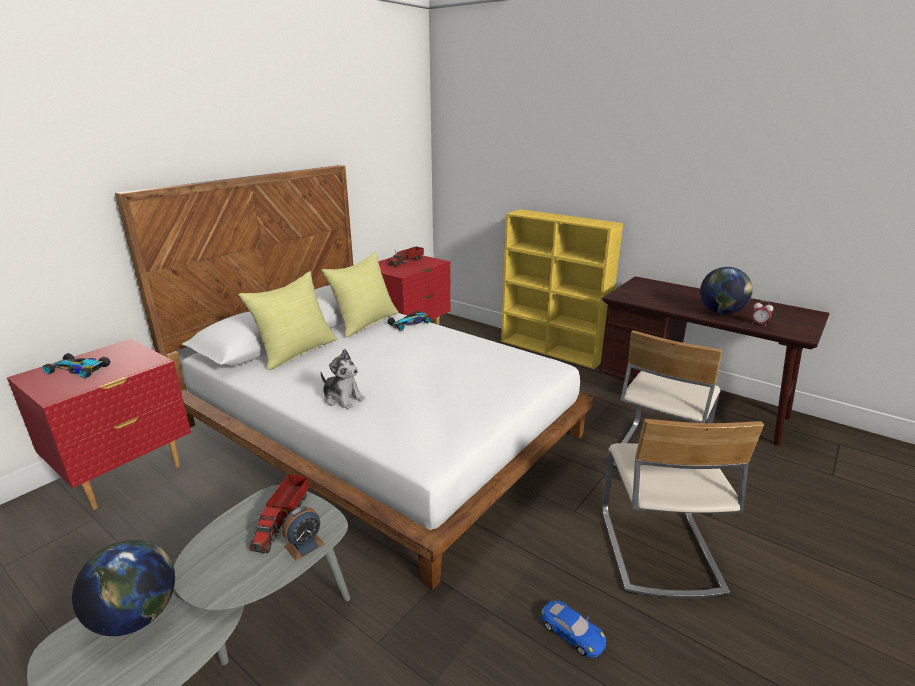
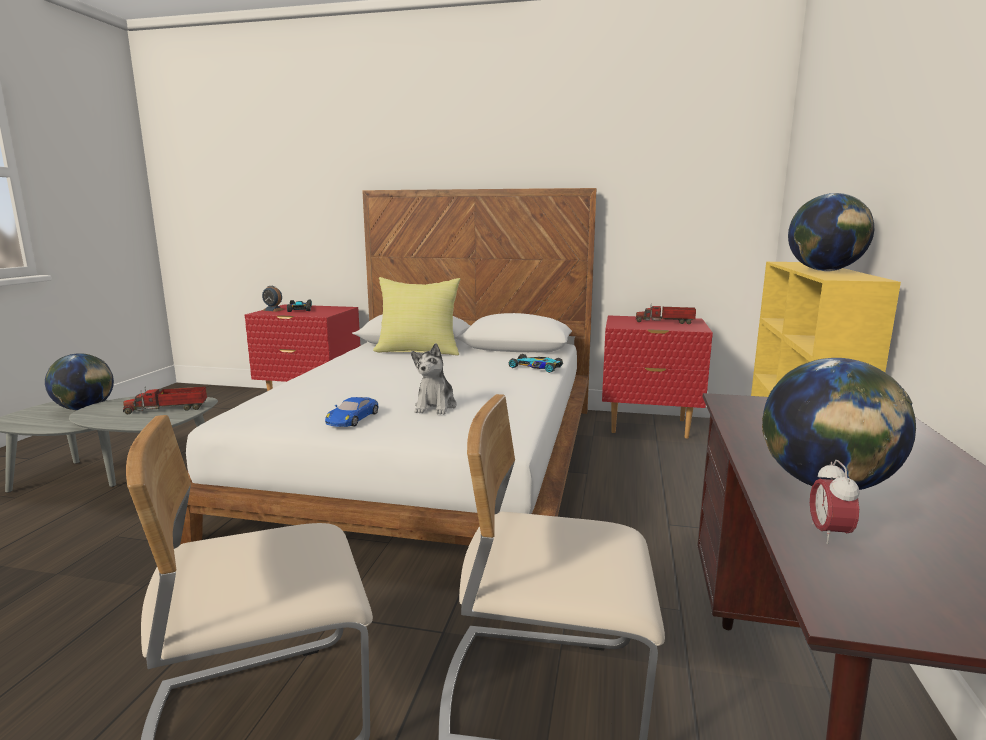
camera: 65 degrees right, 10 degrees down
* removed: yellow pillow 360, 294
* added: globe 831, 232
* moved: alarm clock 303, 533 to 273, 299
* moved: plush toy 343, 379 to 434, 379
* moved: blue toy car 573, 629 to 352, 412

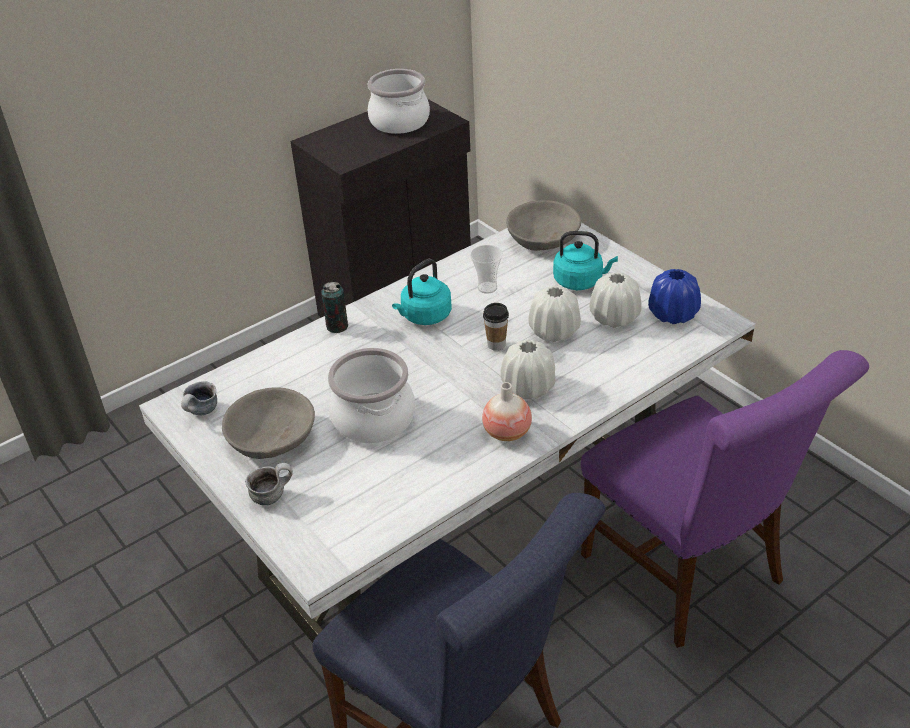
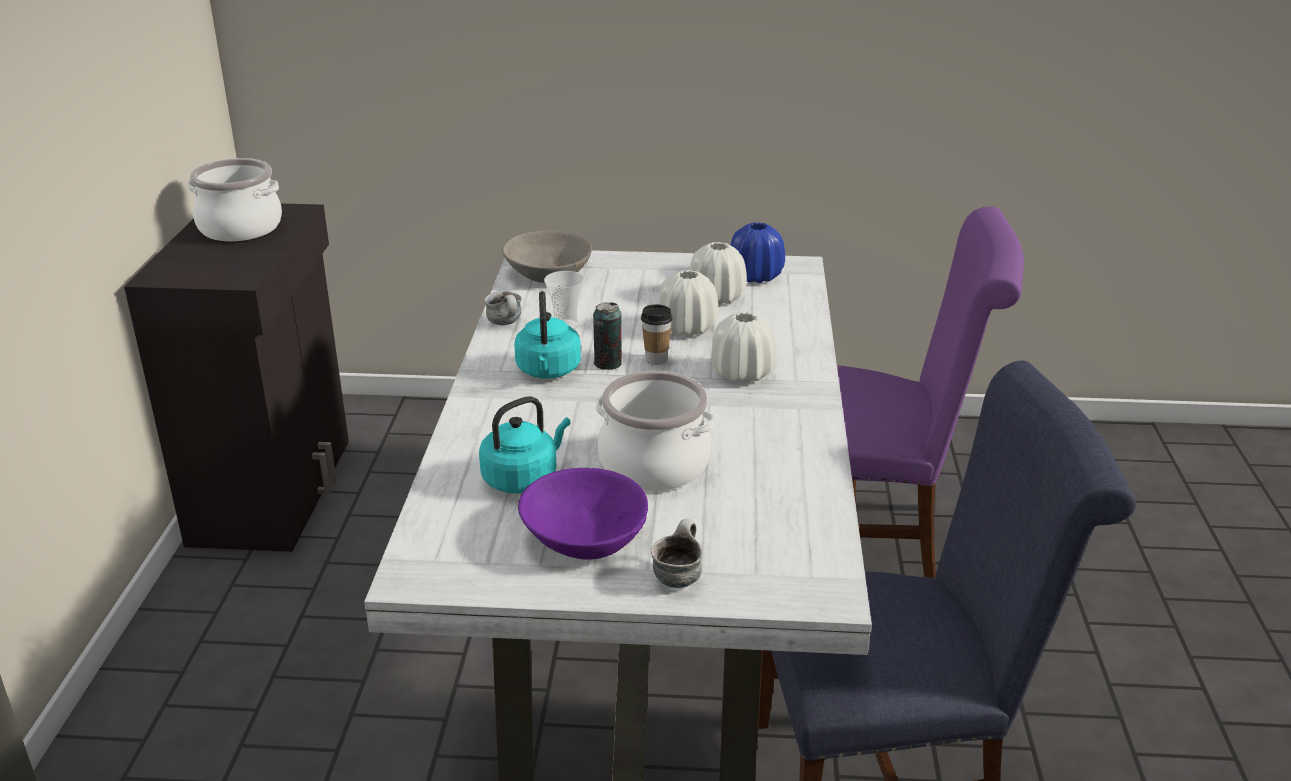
camera: 50 degrees left, 10 degrees down
* removed: vase 507, 411
* moved: mug 199, 398 to 502, 308
* moved: can 334, 307 to 607, 336
* moved: turquoise kettle 585, 260 to 525, 444
* recoloured: grey bowl 268, 423 to purple bowl 583, 514

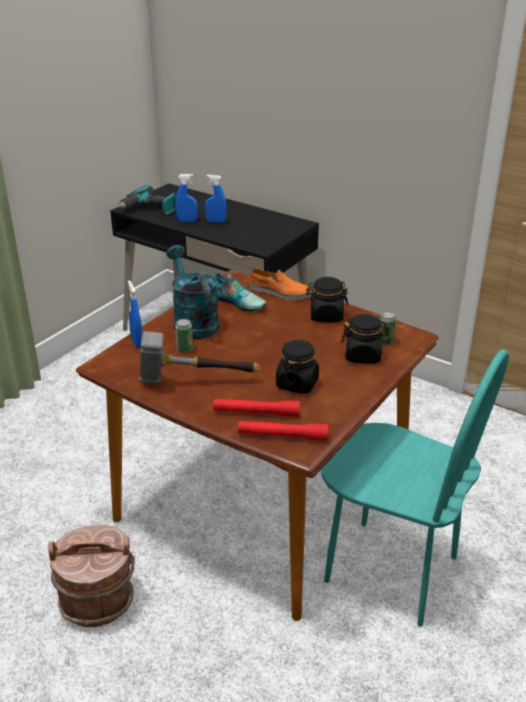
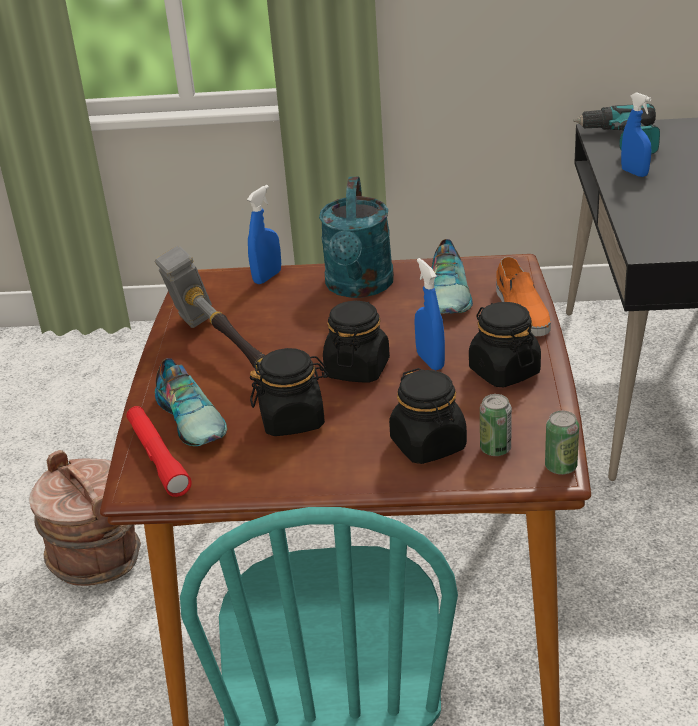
camera: 60 degrees right, 0 degrees up
* added: black jar 356, 342
* moved: can 184, 336 to 562, 443
* moved: blue spray bottle 216, 199 to 429, 314
* replaced: red flashlight 257, 408 to shoe 191, 402
* turned: turquoise watering can 192, 292 = 356, 237 150 degrees clockwise

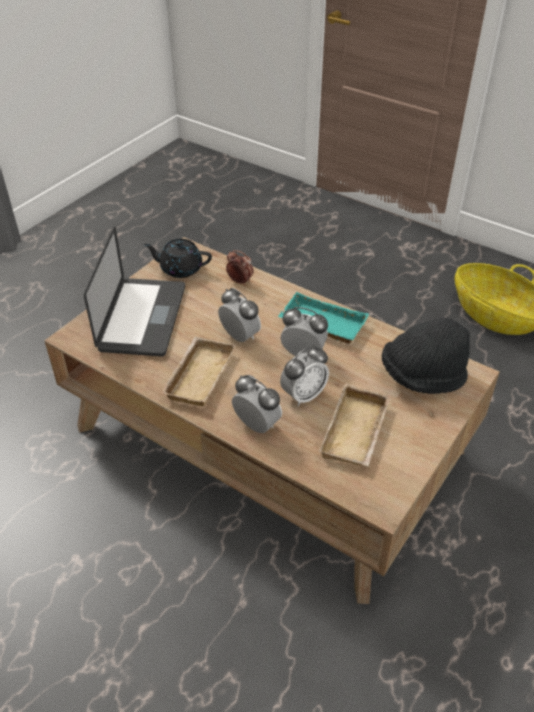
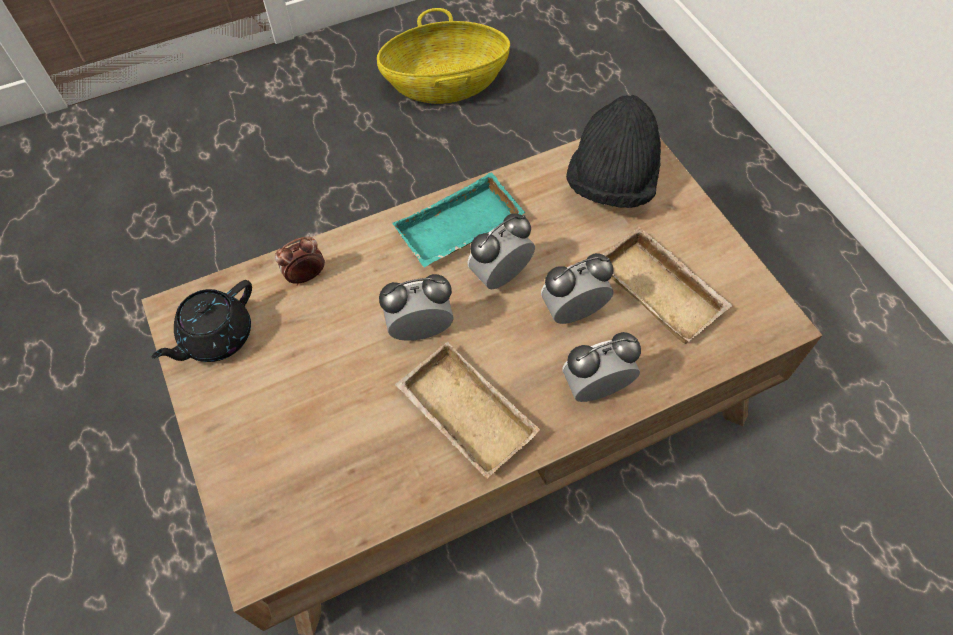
camera: 60 degrees left, 15 degrees up
* removed: laptop 134, 291
* turned: alarm clock 304, 376 = 577, 288 105 degrees counterclockwise

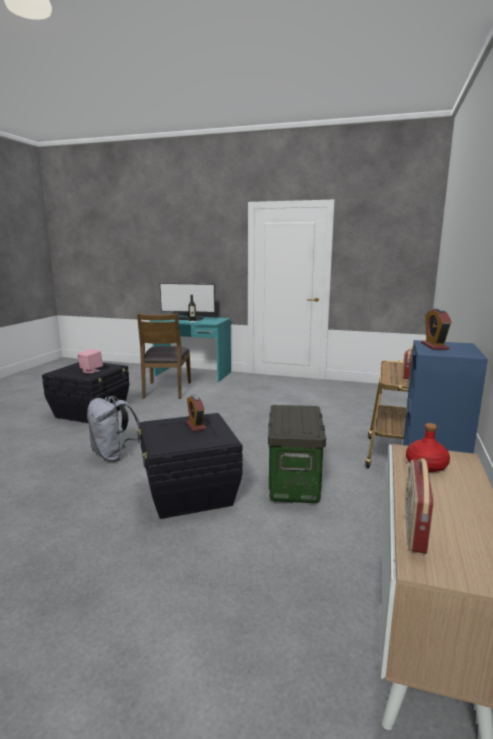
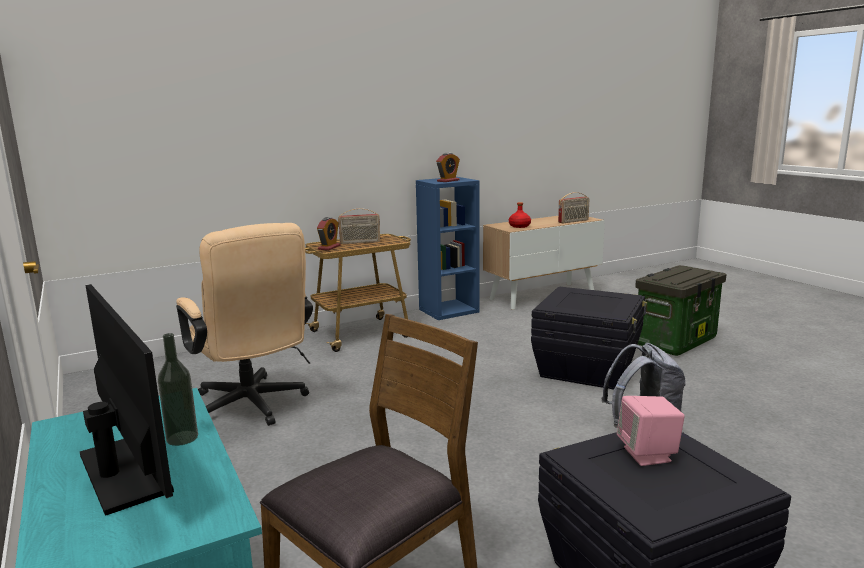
camera: 135 degrees left, 0 degrees up
* added: beige office chair 244, 324
* moved: alarm clock 196, 413 to 329, 233
* moved: storage box 297, 454 to 680, 310

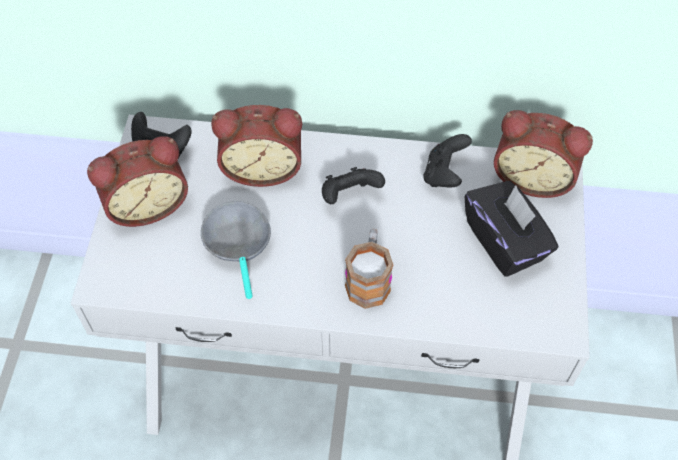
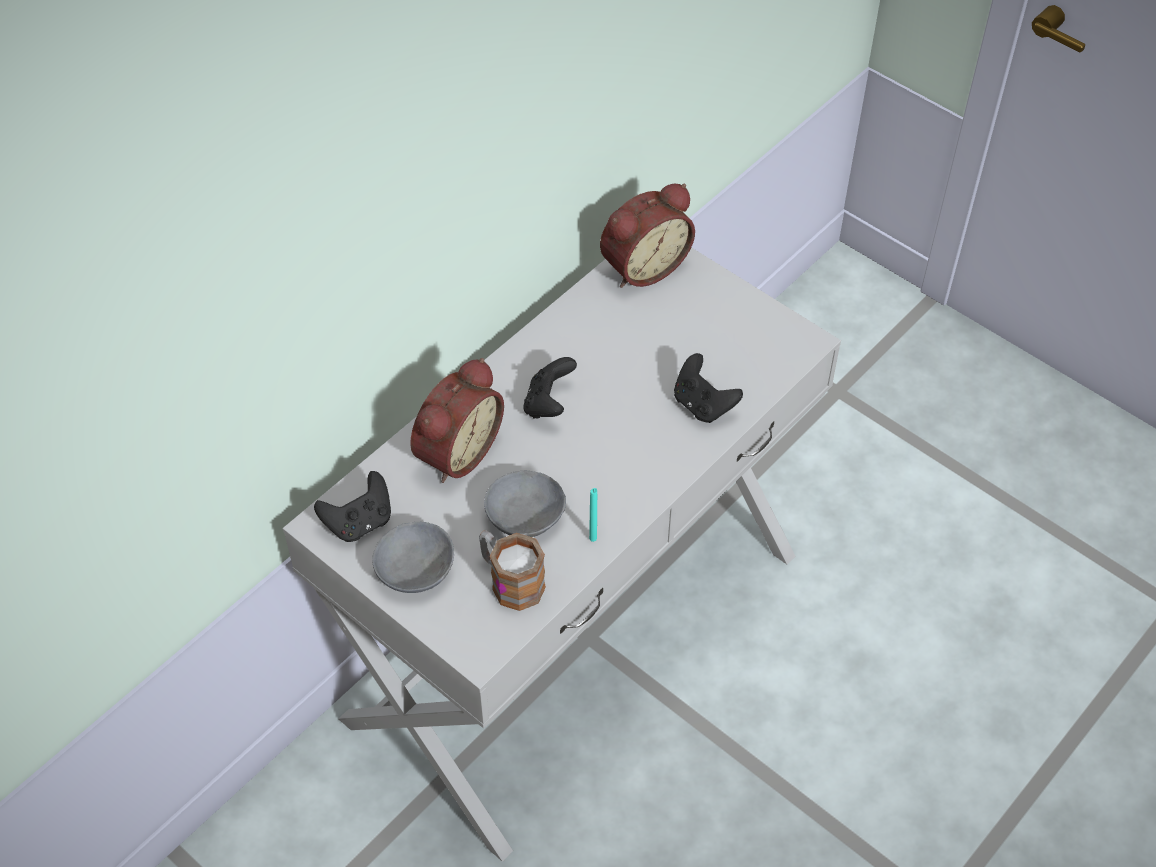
camera: 55 degrees left, 5 degrees down
* removed: black tissue box 511, 229
* moved: mug 369, 269 to 512, 570
* moved: black game controller 447, 161 to 708, 388
* replaced: alarm clock 137, 181 to grey bowl 413, 557

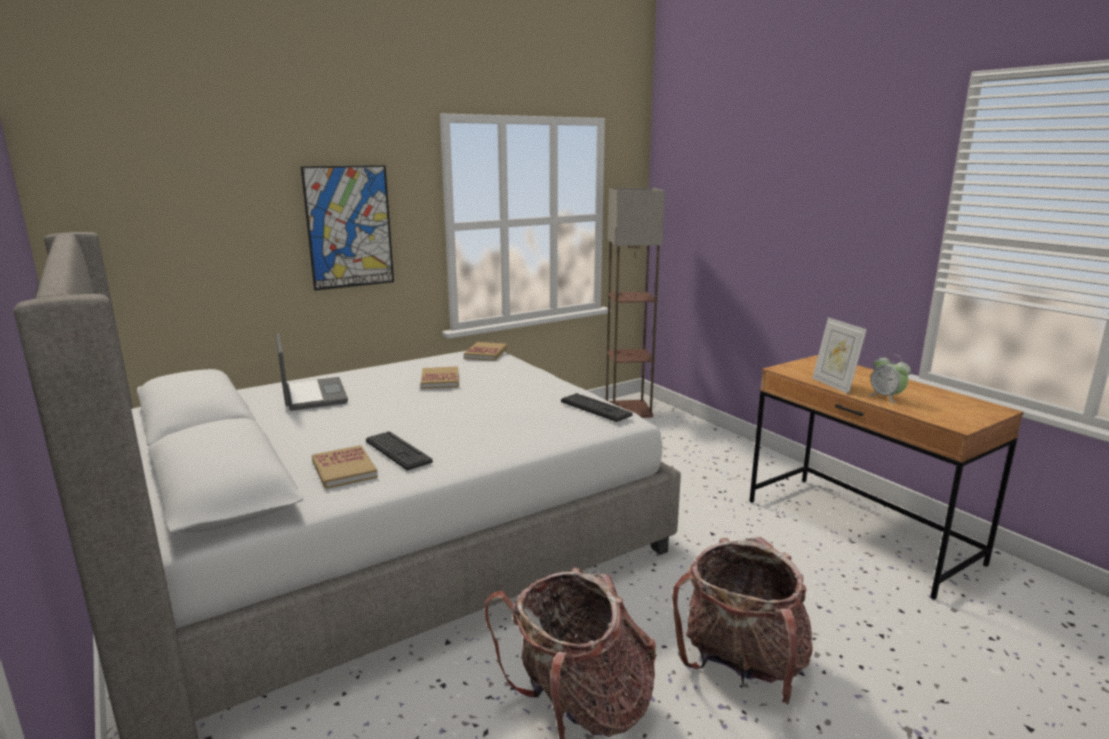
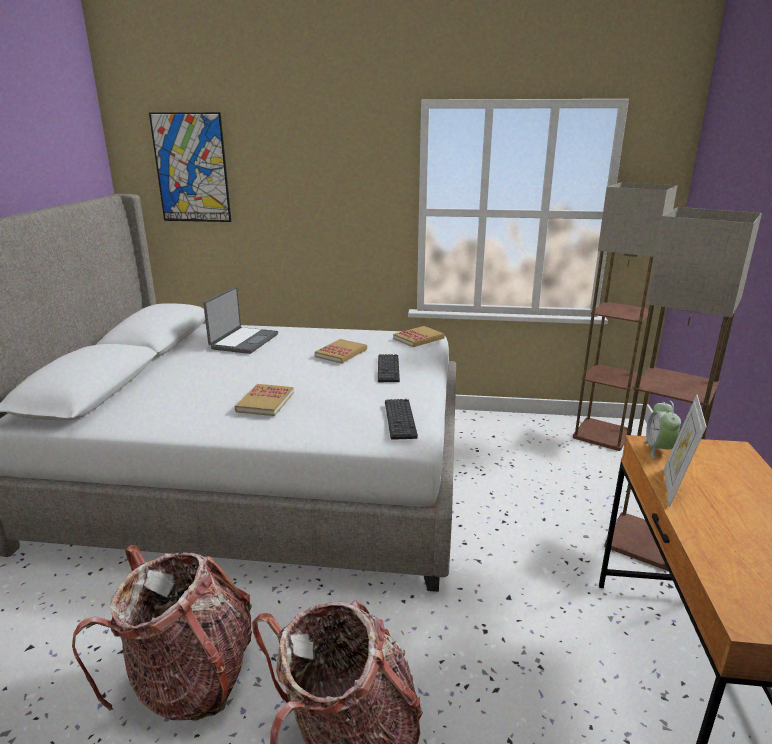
camera: 40 degrees right, 5 degrees up
* added: floor lamp 683, 389
* moved: picture 347, 228 to 190, 167
* moved: book 345, 467 to 264, 400
* moved: keyboard 399, 450 to 389, 368
* moved: alarm clock 889, 379 to 662, 430

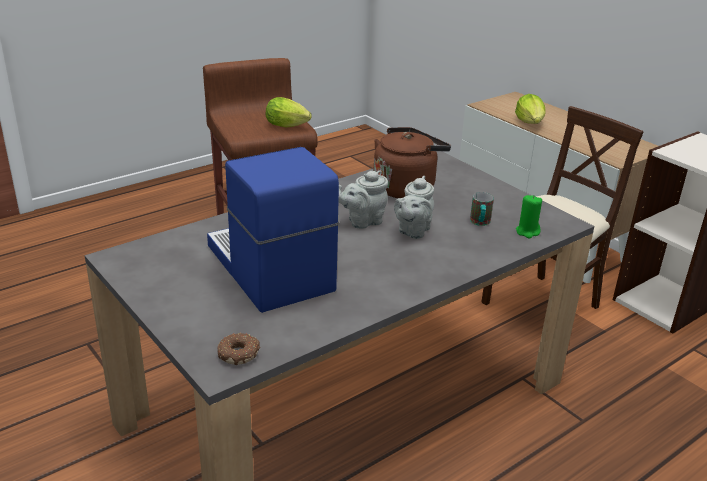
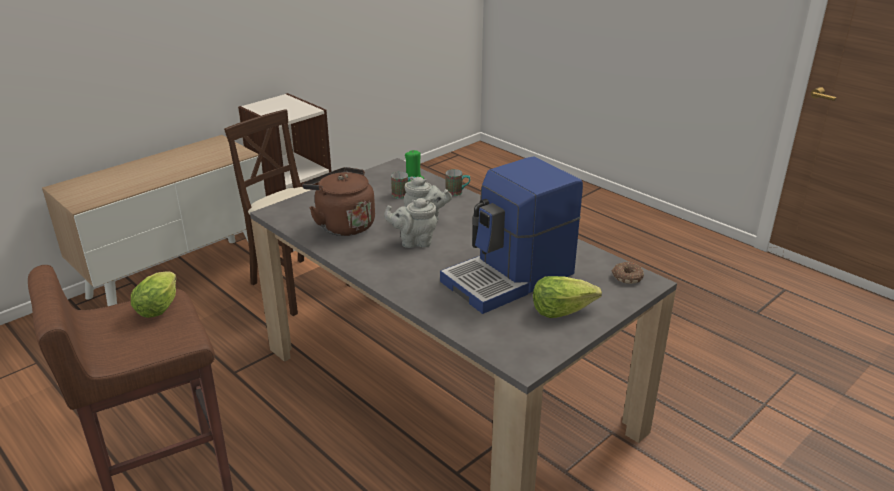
camera: 95 degrees left, 0 degrees up
* added: mug 458, 182
* moved: lettuce 530, 109 to 567, 297
* turned: grey teapot 363, 199 = 411, 223 120 degrees clockwise

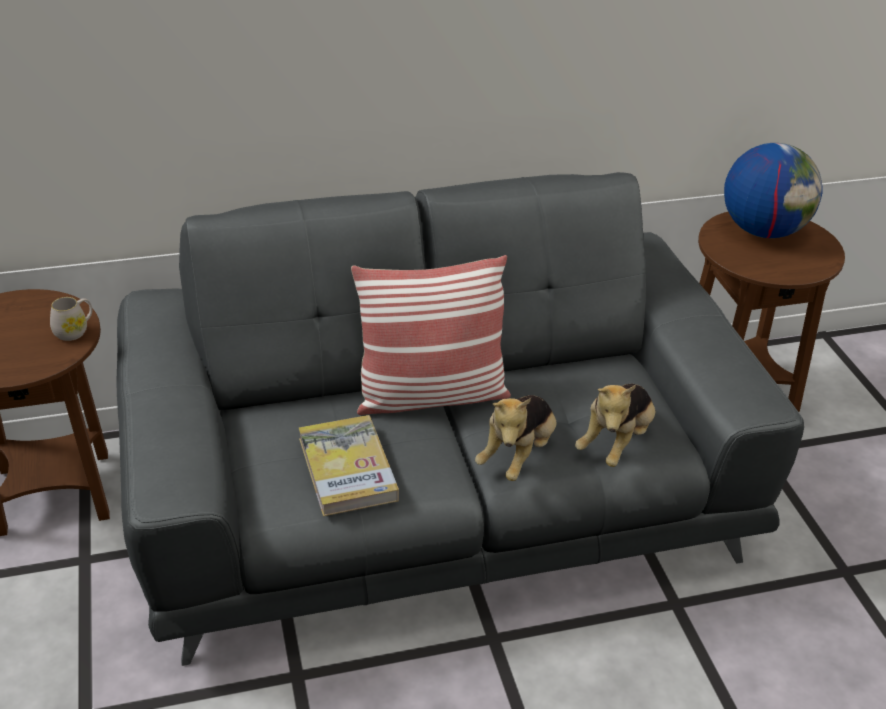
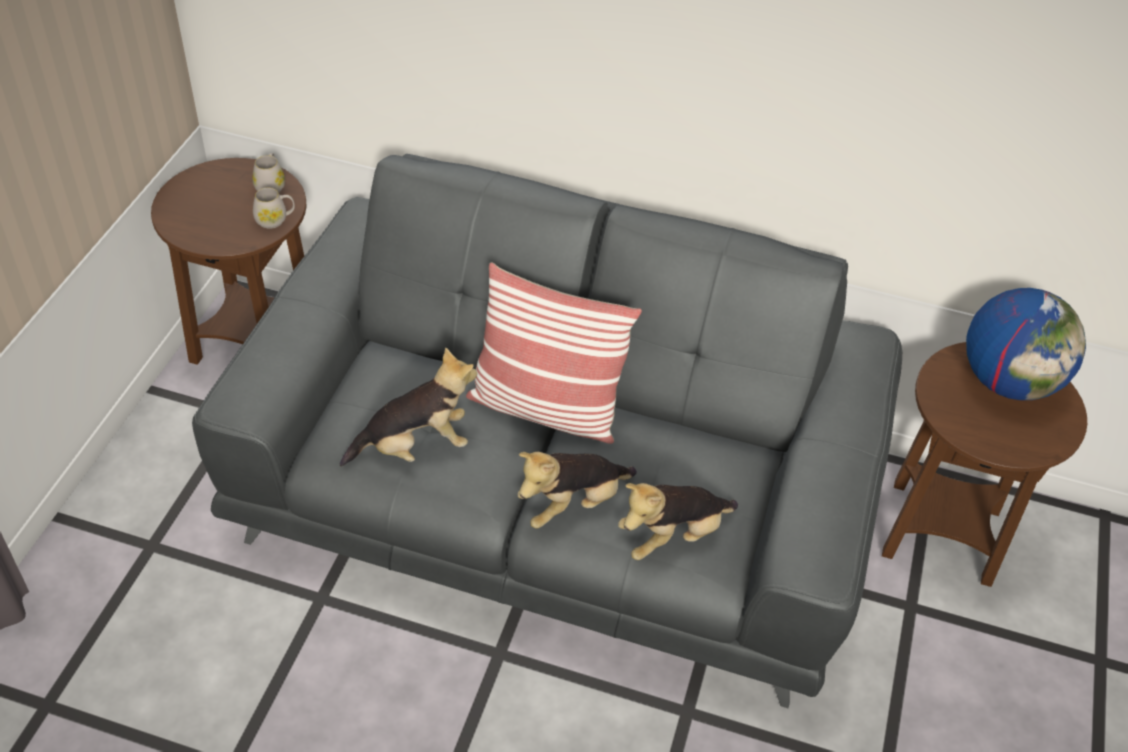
camera: 30 degrees right, 10 degrees up
* added: white mug 268, 173
* replaced: book 349, 465 to plush toy 408, 407

